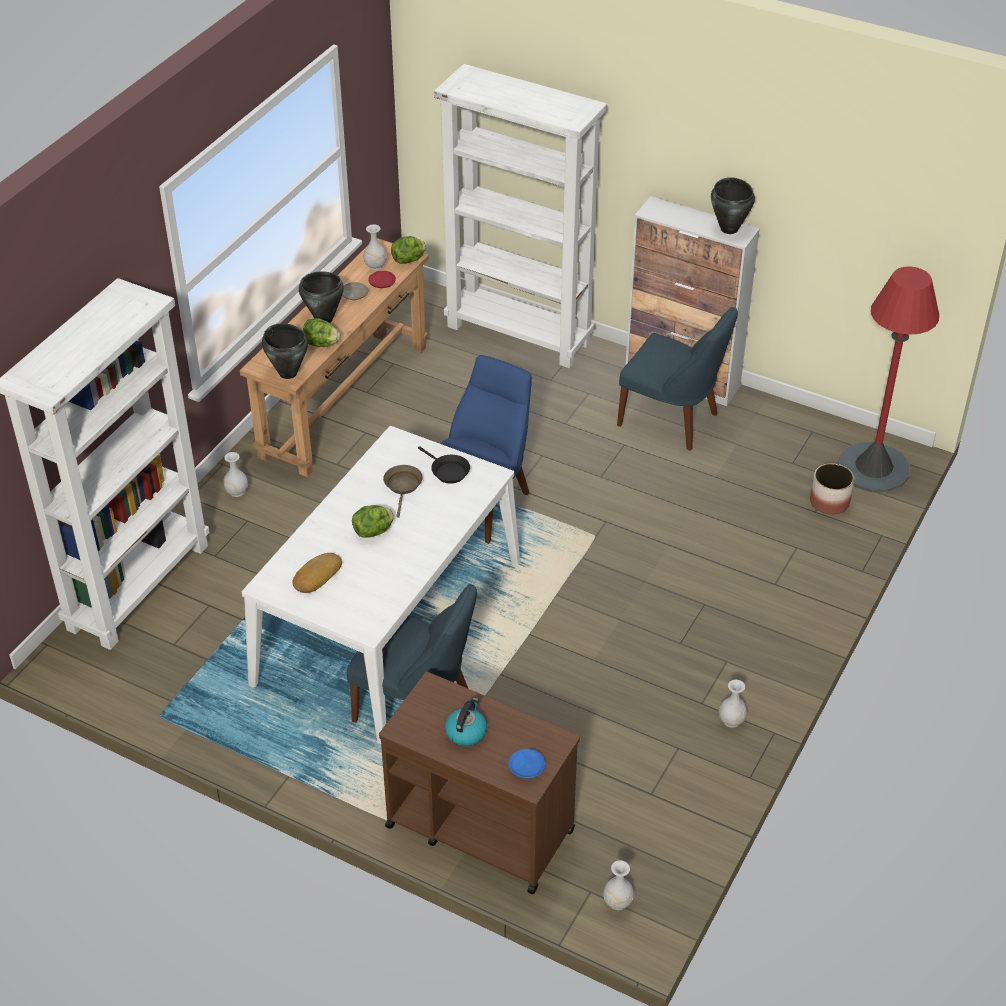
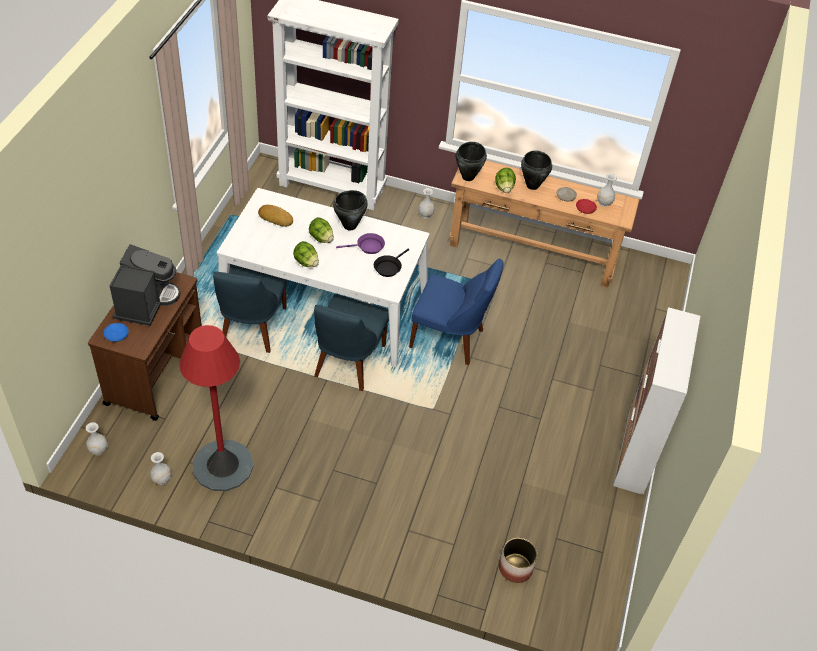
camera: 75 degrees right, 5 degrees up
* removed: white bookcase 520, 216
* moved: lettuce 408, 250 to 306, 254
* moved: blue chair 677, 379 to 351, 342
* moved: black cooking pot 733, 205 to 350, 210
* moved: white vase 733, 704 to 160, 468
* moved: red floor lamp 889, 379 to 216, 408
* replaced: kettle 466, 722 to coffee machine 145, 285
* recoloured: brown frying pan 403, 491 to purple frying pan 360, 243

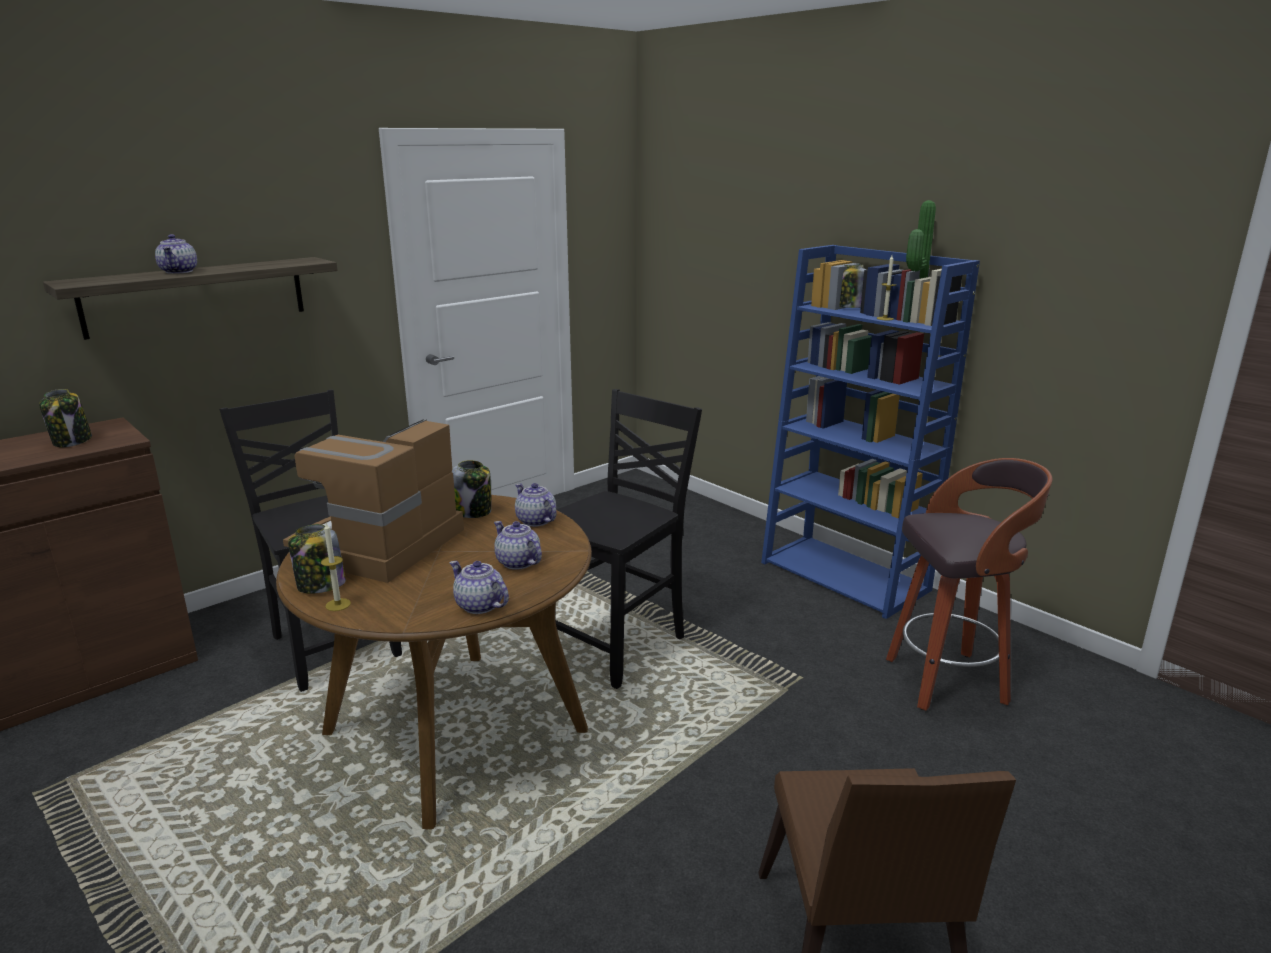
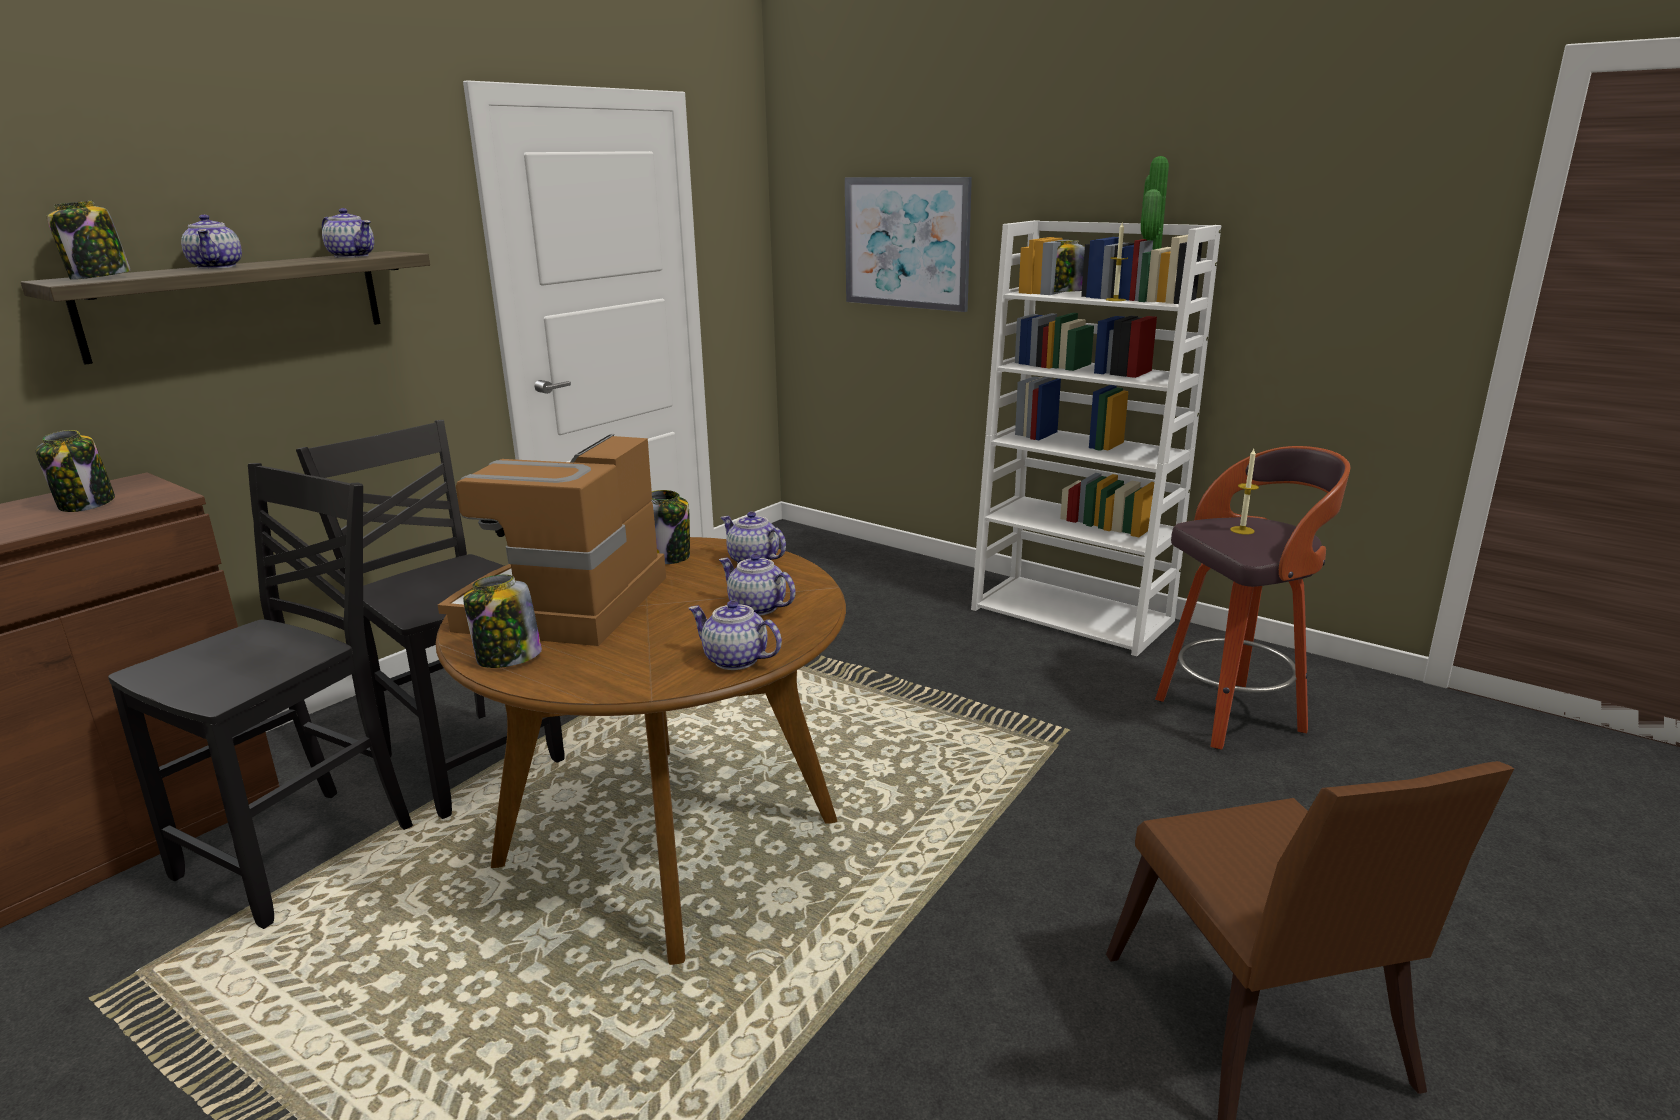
camera: 10 degrees left, 0 degrees up
* added: jar 89, 240
* added: teapot 348, 233
* added: picture 908, 244
* moved: candle 336, 567 to 1244, 491
* moved: black chair 628, 539 to 260, 696
* recoloured: blue bookcase 870, 432 to white bookcase 1096, 438

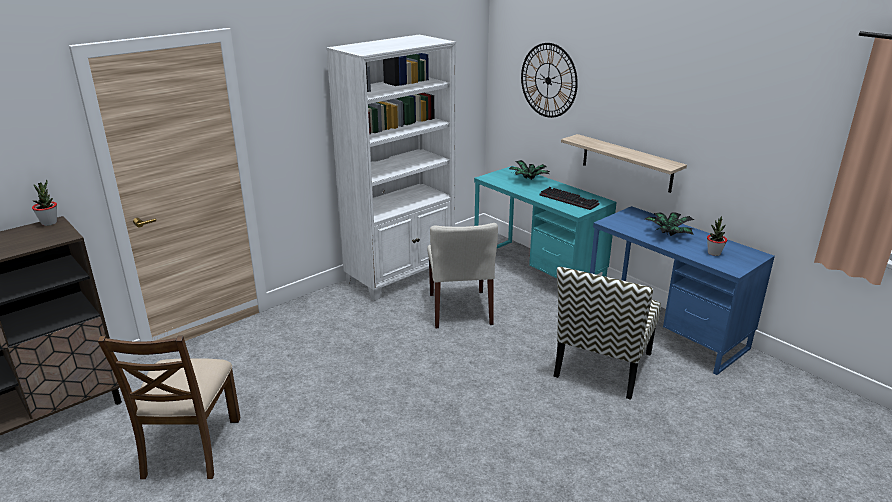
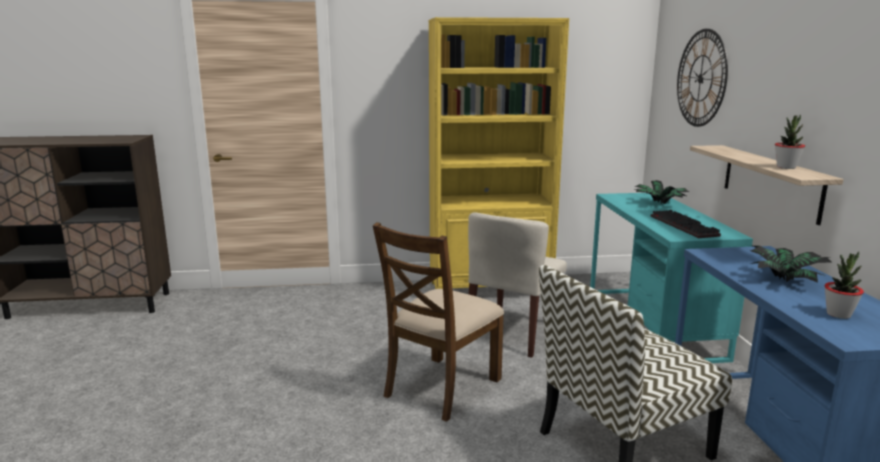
camera: 35 degrees right, 10 degrees down
* moved: potted plant 44, 203 to 790, 142
* moved: brown chair 169, 407 to 438, 322
* recoloured: white bookcase 391, 168 to yellow bookcase 499, 153

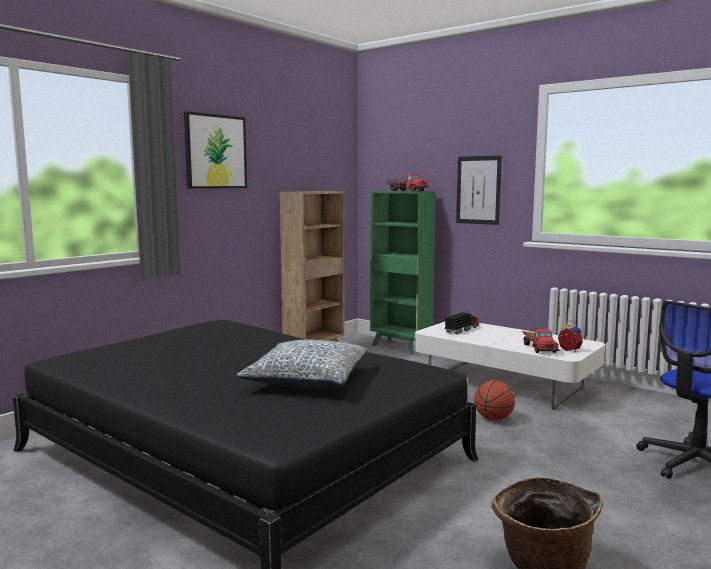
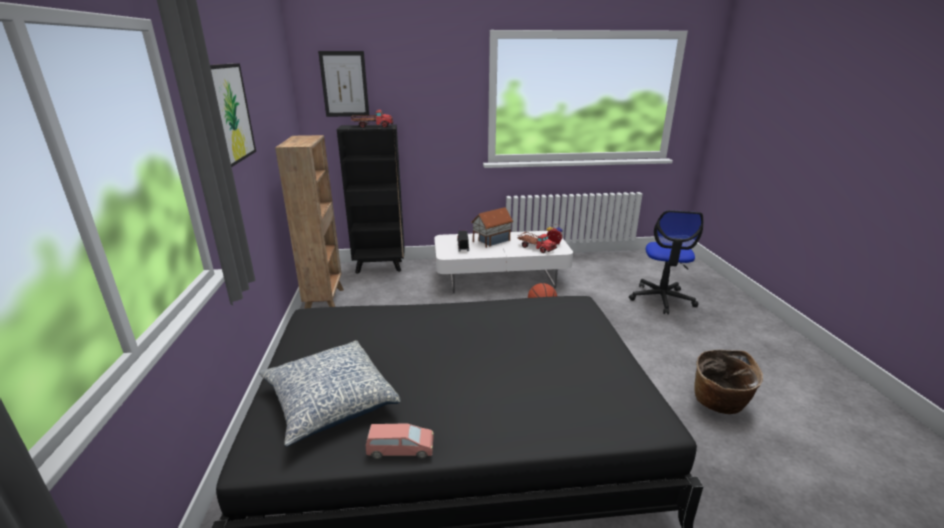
camera: 45 degrees left, 15 degrees up
* added: pink toy car 400, 441
* added: toy house 492, 227
* moved: pillow 302, 364 to 330, 393
* moved: picture 479, 190 to 343, 84
* recoloured: green bookcase 403, 272 to black bookcase 371, 199

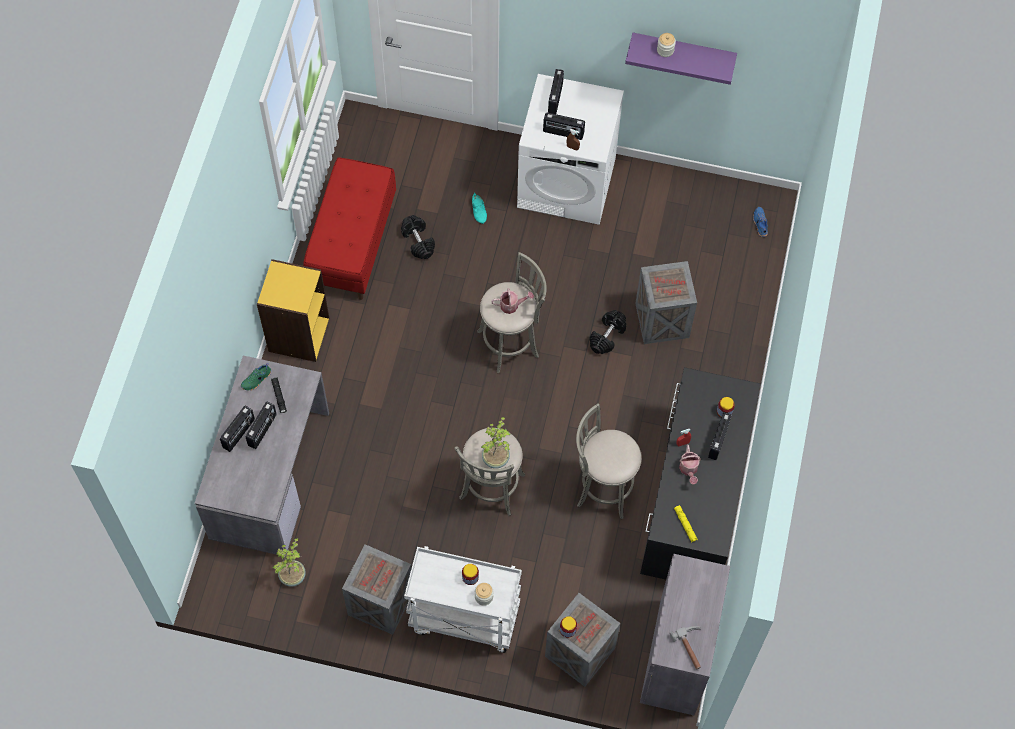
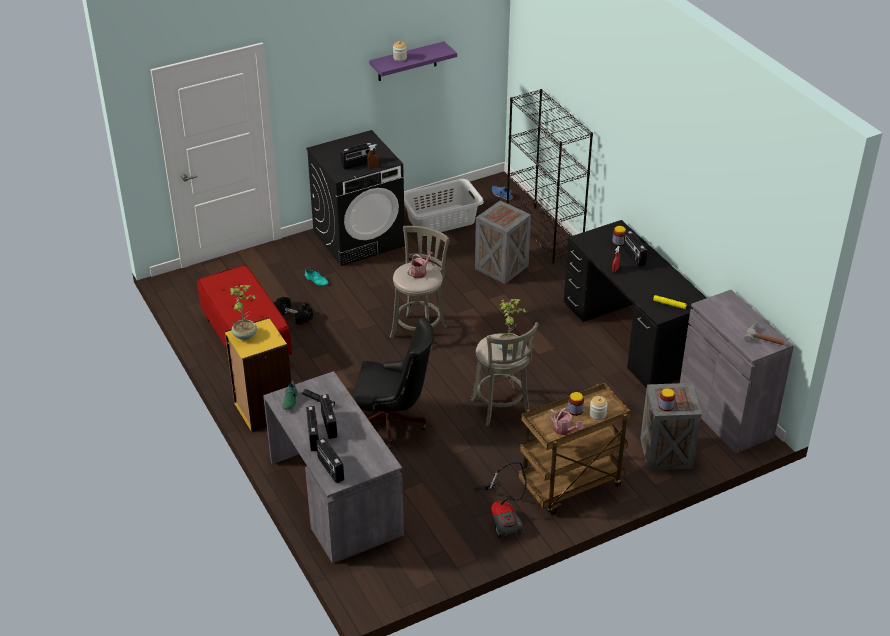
camera: 40 degrees left, 25 degrees down
* removed: grey stool 608, 461
* removed: black dumbbell 608, 332
* added: black office chair 393, 383
* added: grey laundry basket 444, 207
* added: black bookcase 550, 176
* moved: potted plant 289, 562 to 243, 312
* moved: radio 556, 91 to 330, 460
* moved: watering can 690, 464 to 566, 421
* replaced: crate 376, 589 to vacuum cleaner 500, 500
* recoloured: white cart 463, 599 to brown cart 575, 448
* recoloured: white washing machine 570, 149 to black washing machine 355, 198

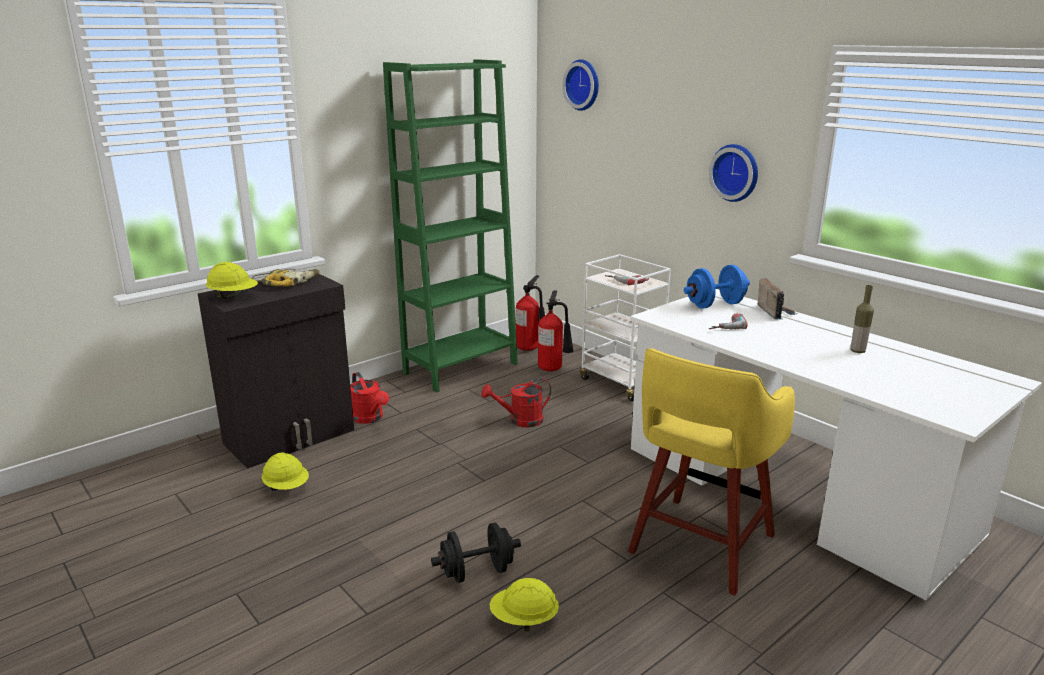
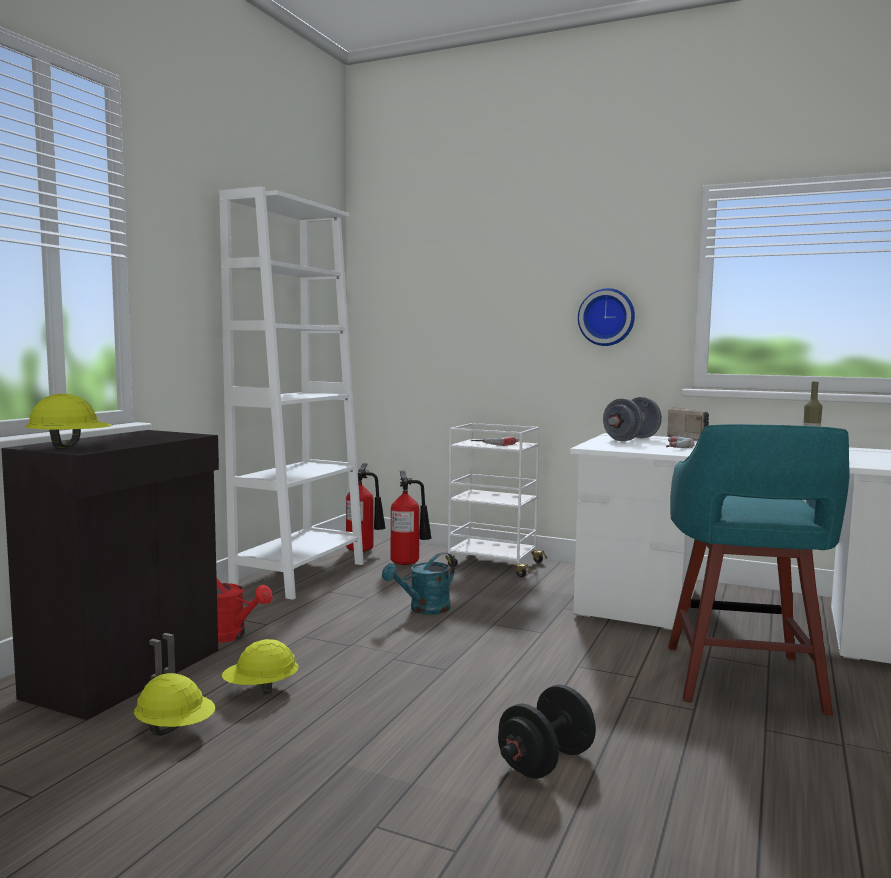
camera: 25 degrees left, 15 degrees down
* removed: power drill 285, 278
* removed: wall clock 580, 85
* moved: yellow hard hat 524, 604 to 260, 666
* recoloured: green bookcase 450, 226 to white bookcase 291, 393
* recoloured: red watering can 516, 403 to turquoise watering can 418, 583
* recoloured: yellow stool 711, 472 to turquoise stool 759, 569
* recoloured: blue dumbbell 717, 287 to grey dumbbell 632, 419

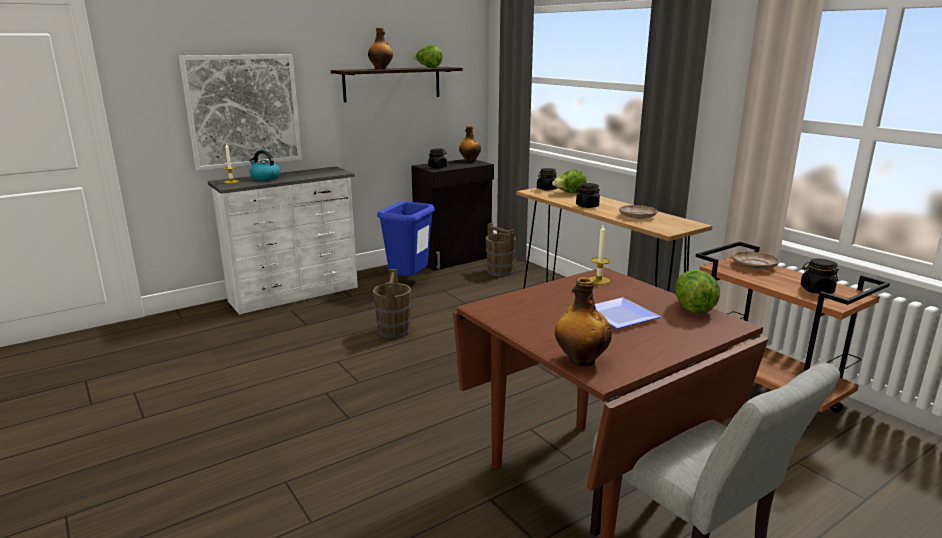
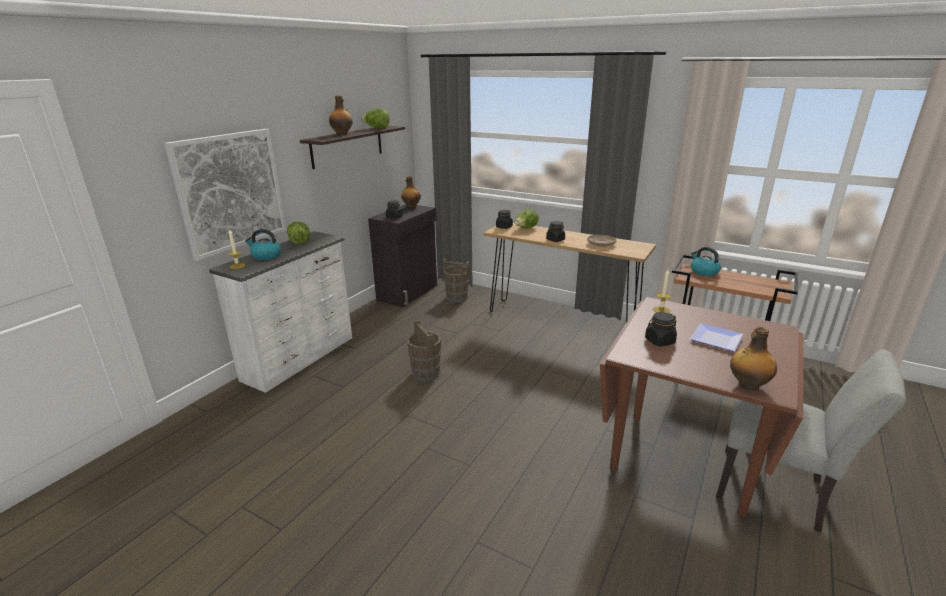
camera: 25 degrees left, 5 degrees up
* removed: blue trash can 406, 238
* moved: lettuce 697, 292 to 298, 233
* moved: black jar 820, 276 to 661, 329
* replaced: beige plate 756, 260 to kettle 706, 261

